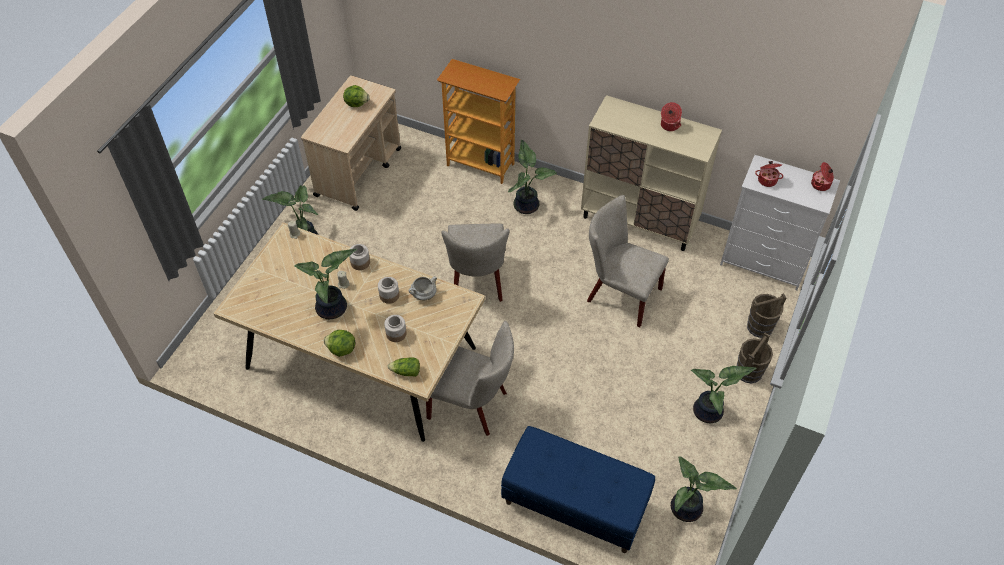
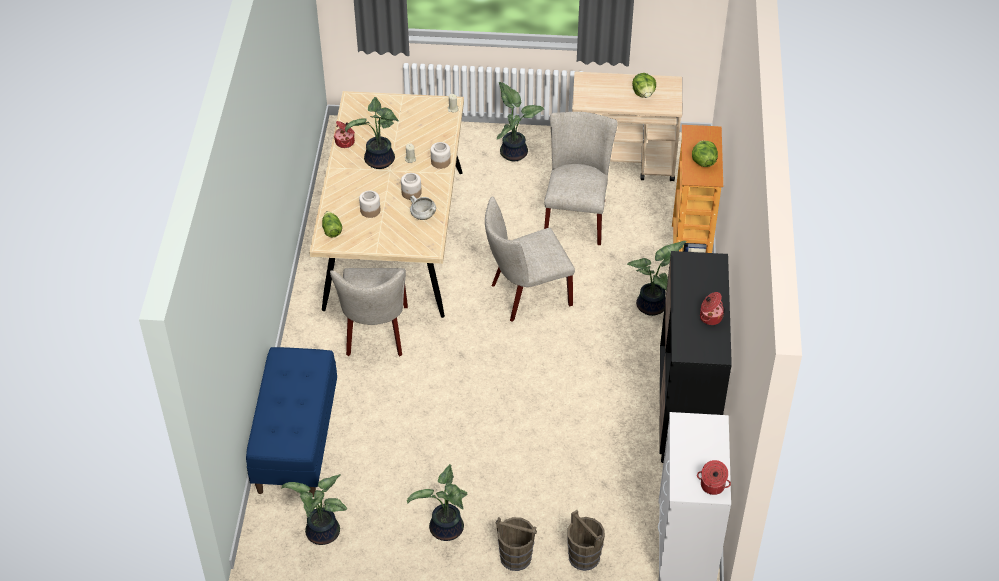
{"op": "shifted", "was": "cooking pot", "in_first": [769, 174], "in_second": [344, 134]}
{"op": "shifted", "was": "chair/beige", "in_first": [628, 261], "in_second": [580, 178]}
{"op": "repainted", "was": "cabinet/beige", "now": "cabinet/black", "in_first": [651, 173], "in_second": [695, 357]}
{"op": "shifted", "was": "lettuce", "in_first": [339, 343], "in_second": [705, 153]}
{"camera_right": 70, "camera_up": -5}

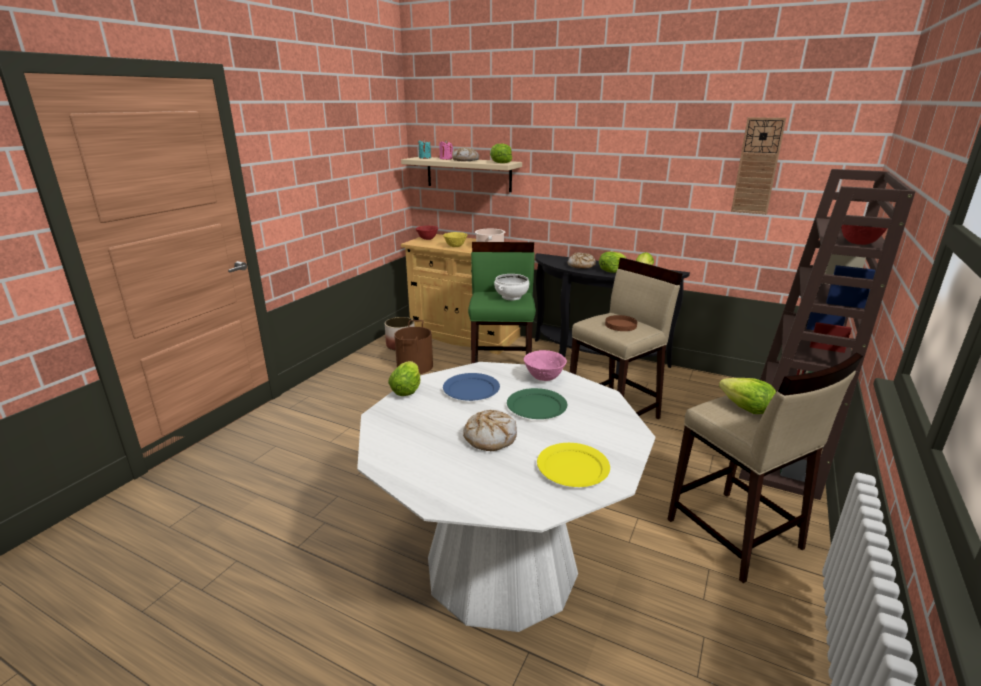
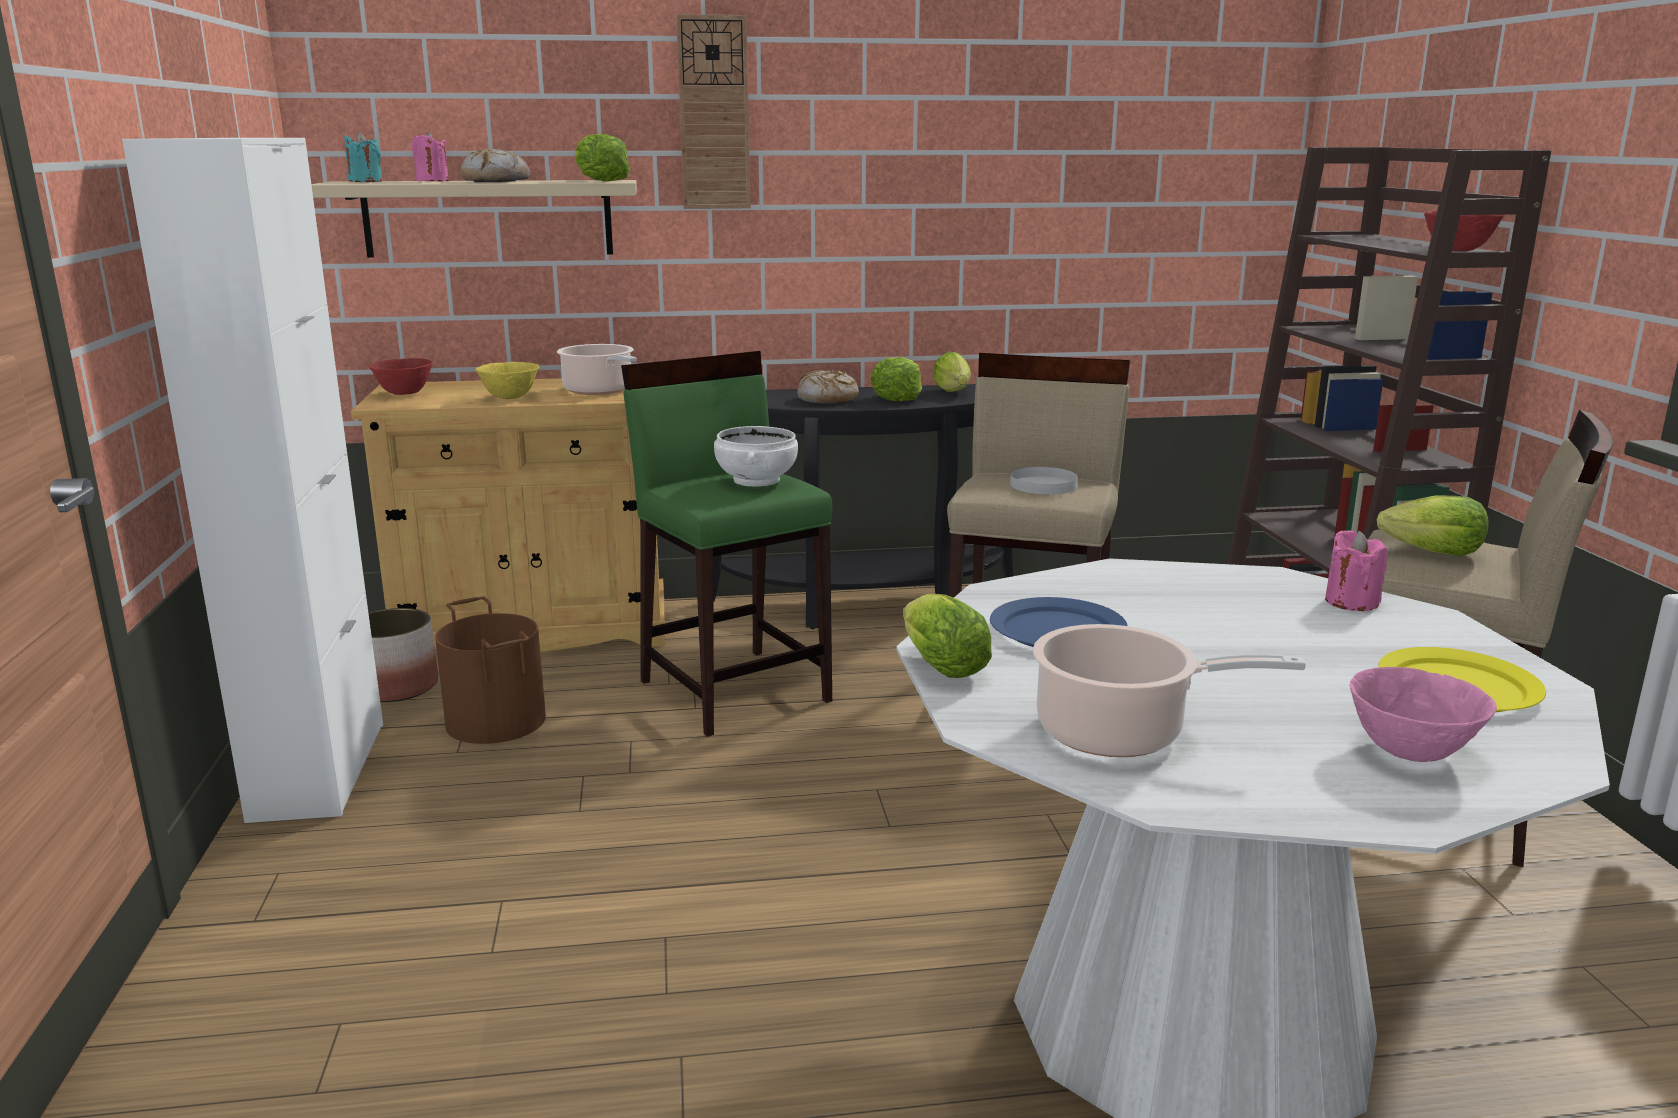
{"op": "new", "now": "cabinet/white", "in_second": [252, 480]}
{"op": "shifted", "was": "wall clock", "in_first": [758, 165], "in_second": [713, 111]}
{"op": "repainted", "was": "plate/brown", "now": "plate/white", "in_first": [621, 323], "in_second": [1044, 480]}
{"op": "new", "now": "cooking pot", "in_second": [1169, 690]}
{"op": "new", "now": "candle/pink", "in_second": [1356, 570]}
{"op": "shifted", "was": "bowl/pink", "in_first": [545, 365], "in_second": [1423, 714]}
{"op": "gone", "was": "bread", "in_first": [490, 430]}
{"op": "gone", "was": "plate/green", "in_first": [537, 403]}
{"camera_right": -35, "camera_up": -5}

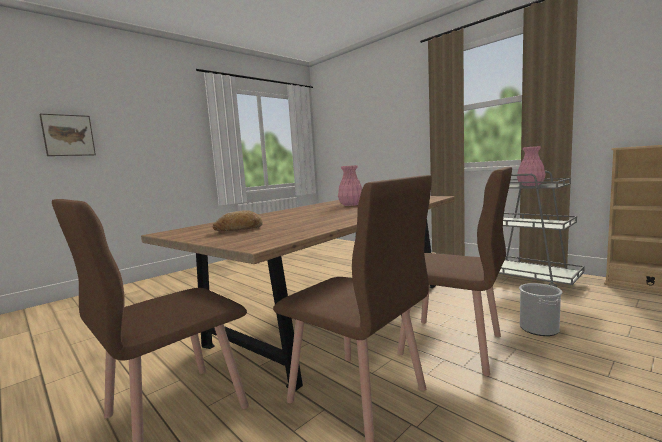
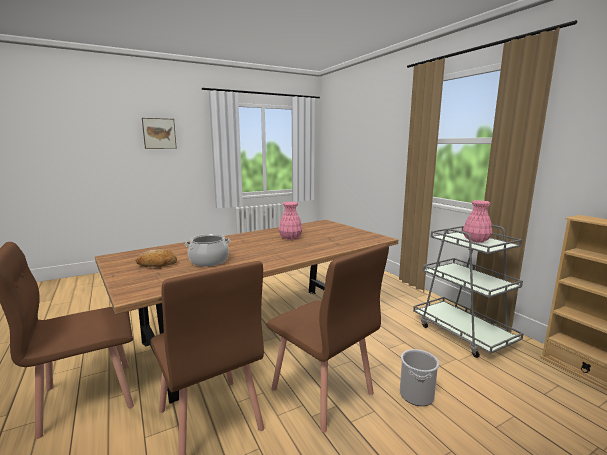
{"op": "shifted", "was": "picture", "in_first": [67, 135], "in_second": [159, 133]}
{"op": "new", "now": "cooking pot", "in_second": [208, 250]}
{"camera_right": 15, "camera_up": 5}

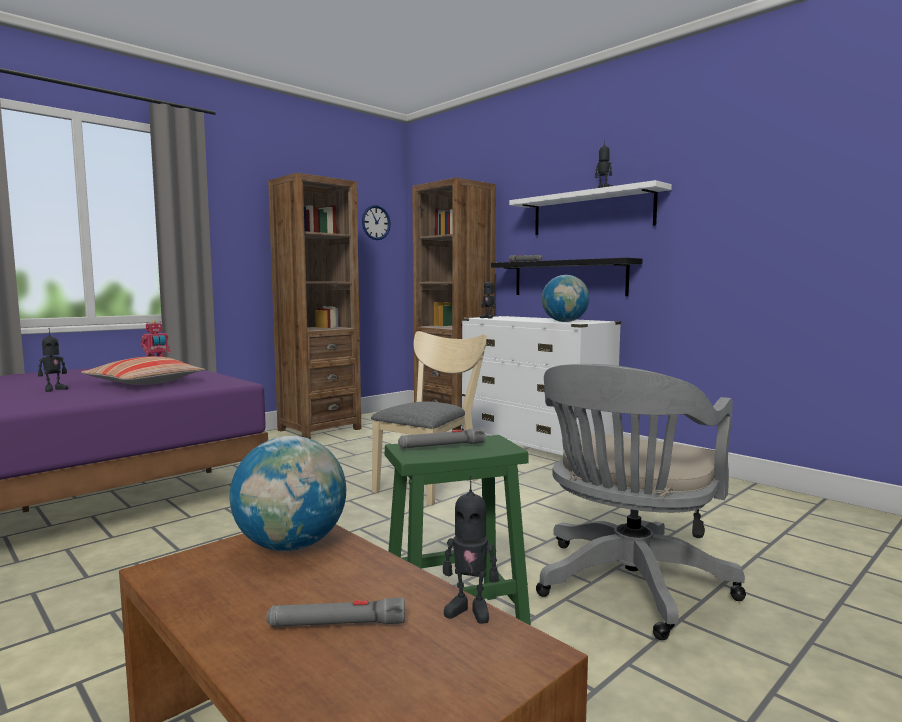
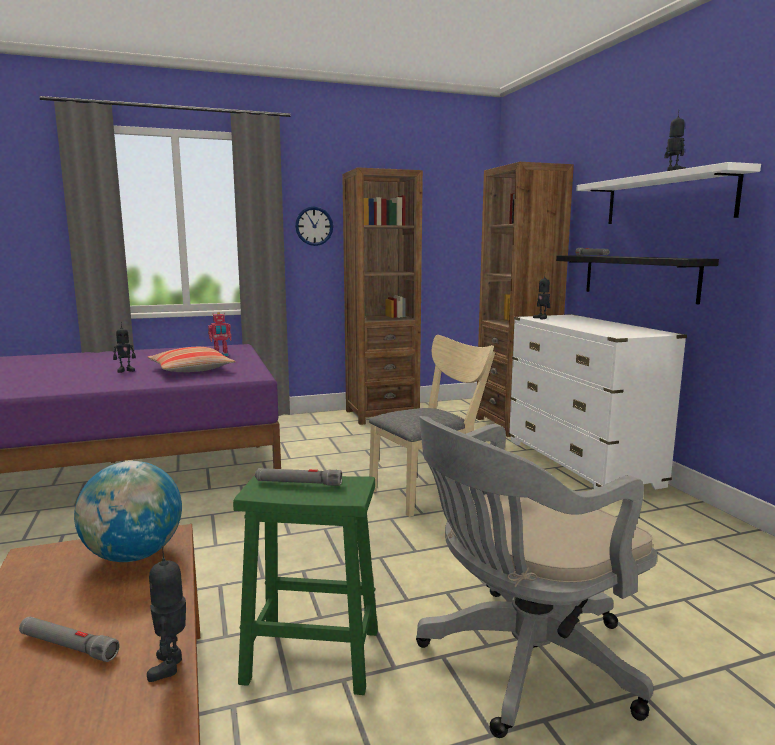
{"op": "rotated", "was": "toy robot", "in_first": [471, 550], "in_second": [166, 614], "clockwise": 45}
{"op": "shifted", "was": "wall clock", "in_first": [376, 222], "in_second": [314, 226]}
{"op": "gone", "was": "globe", "in_first": [565, 298]}
{"camera_right": 25, "camera_up": 5}

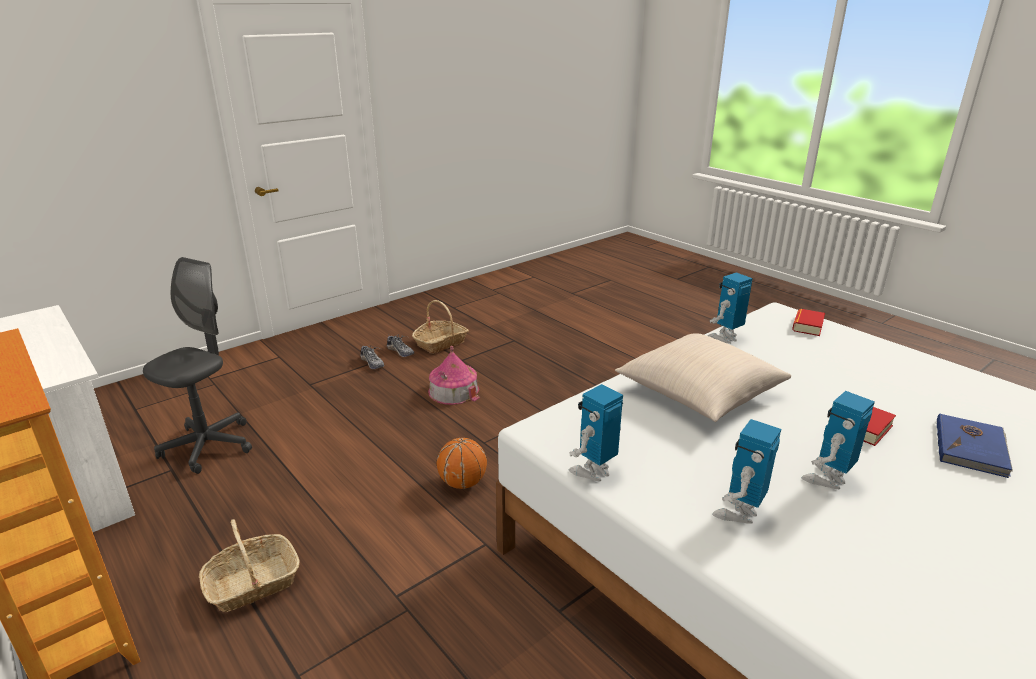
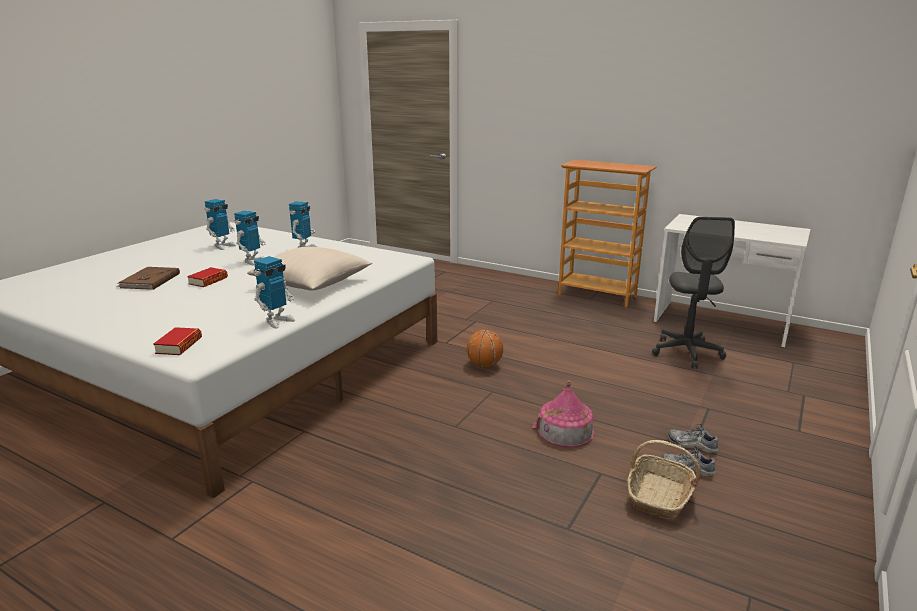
{"op": "repainted", "was": "book/blue", "now": "book/brown", "in_first": [975, 446], "in_second": [148, 278]}
{"op": "shifted", "was": "toy robot", "in_first": [596, 433], "in_second": [220, 224]}
{"op": "gone", "was": "basket", "in_first": [249, 565]}
{"camera_right": 160, "camera_up": -5}

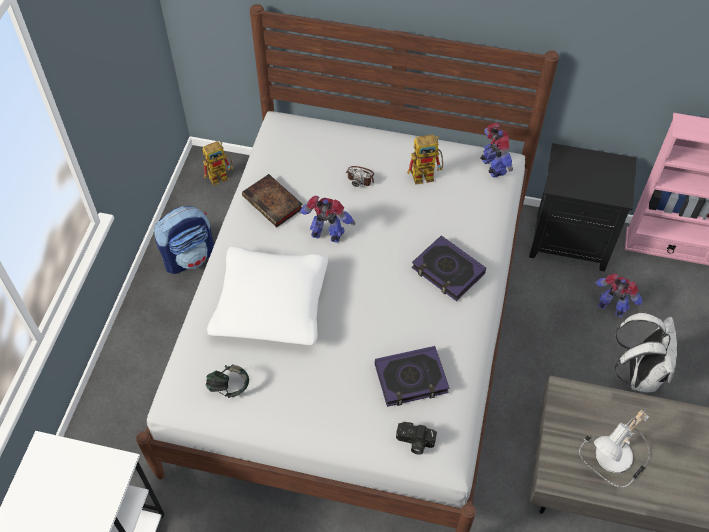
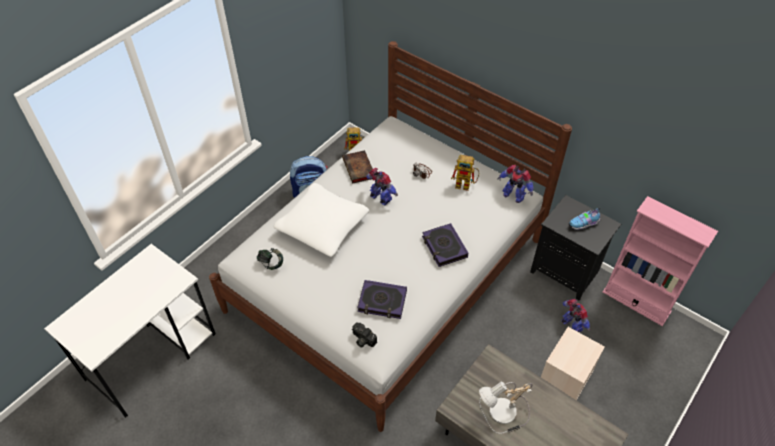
{"op": "rotated", "was": "toy robot", "in_first": [496, 150], "in_second": [516, 184], "clockwise": 120}
{"op": "swapped", "was": "backpack/white", "now": "storage box/beige", "in_first": [646, 352], "in_second": [573, 363]}
{"op": "new", "now": "shoe", "in_second": [585, 219]}
{"camera_right": 25, "camera_up": -5}

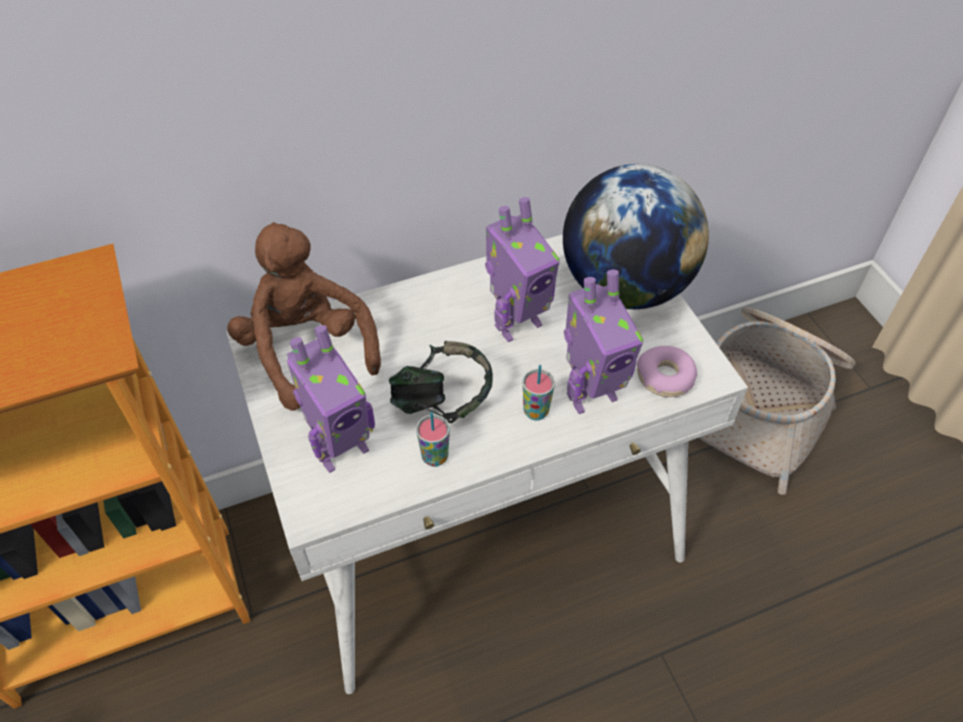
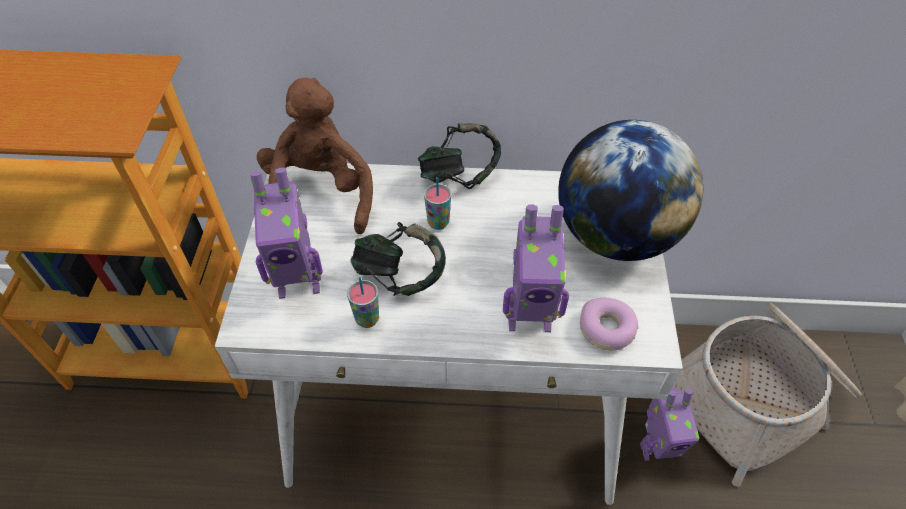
{"op": "new", "now": "headphones", "in_second": [459, 156]}
{"op": "shifted", "was": "cup", "in_first": [538, 392], "in_second": [437, 203]}
{"op": "shifted", "was": "toy robot", "in_first": [522, 269], "in_second": [669, 424]}
{"camera_right": 25, "camera_up": 0}

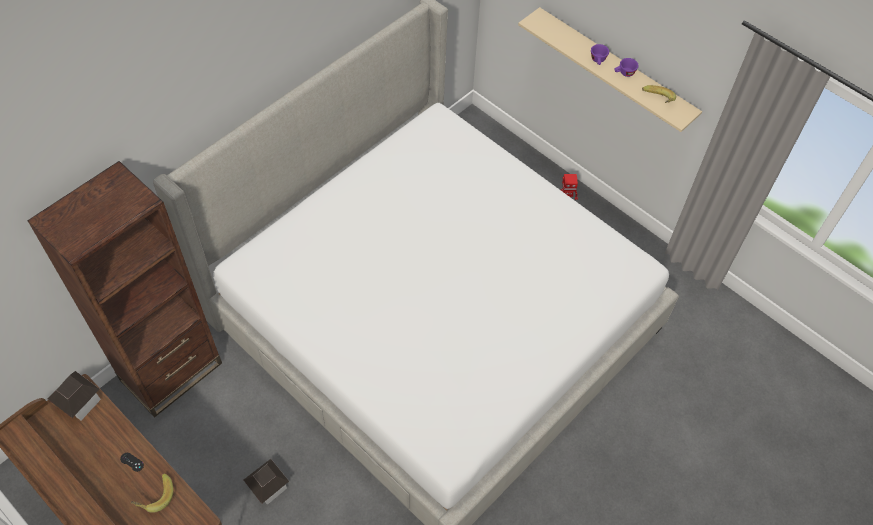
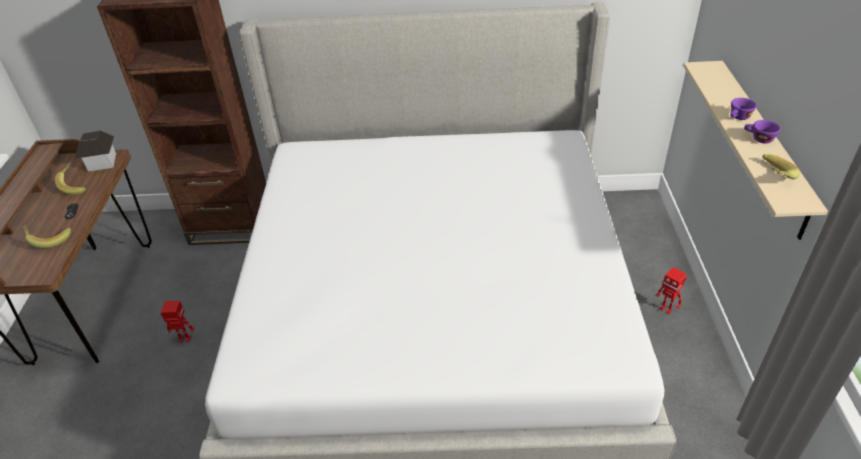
{"op": "new", "now": "banana", "in_second": [70, 178]}
{"op": "swapped", "was": "toy house", "now": "toy robot", "in_first": [266, 482], "in_second": [177, 322]}
{"camera_right": 50, "camera_up": -15}

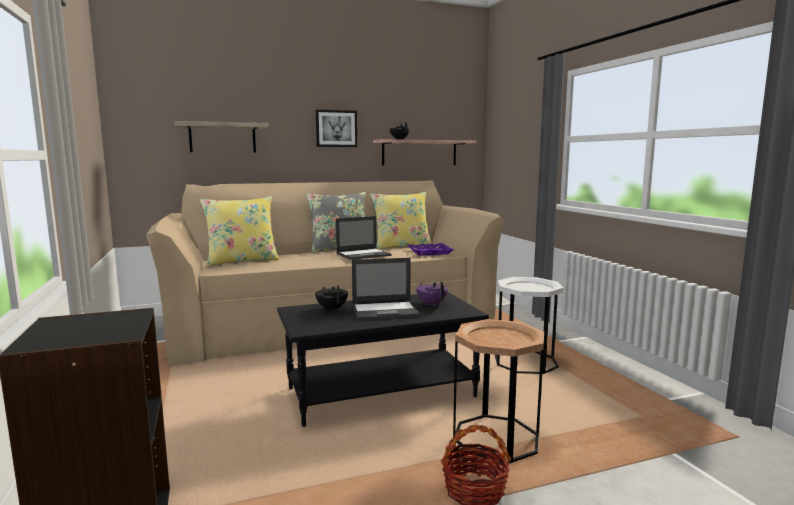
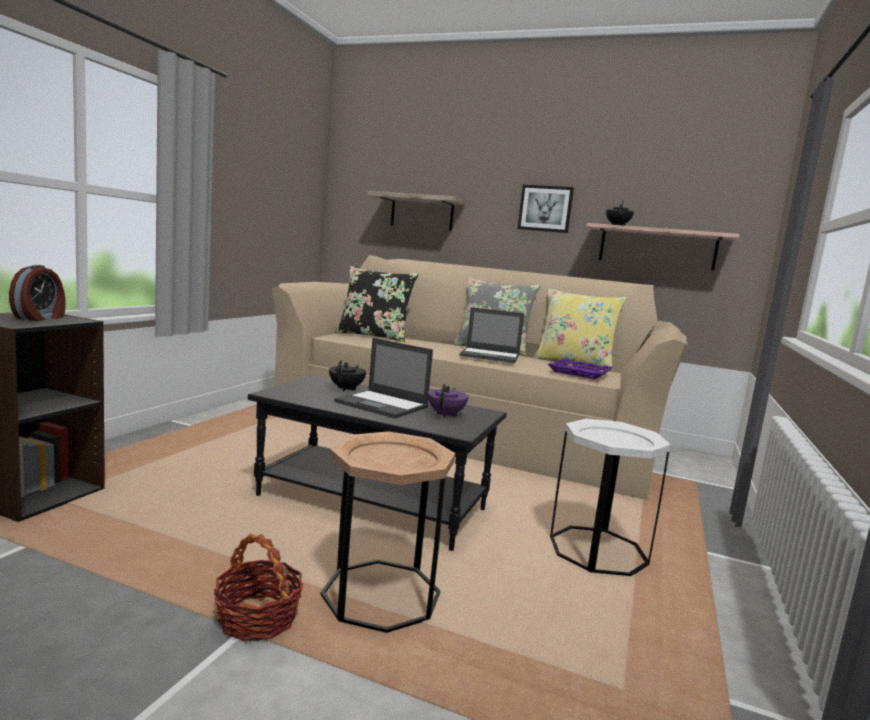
{"op": "new", "now": "alarm clock", "in_second": [37, 293]}
{"op": "repainted", "was": "pillow/yellow", "now": "pillow/black", "in_first": [239, 231], "in_second": [377, 304]}
{"camera_right": 40, "camera_up": 0}

